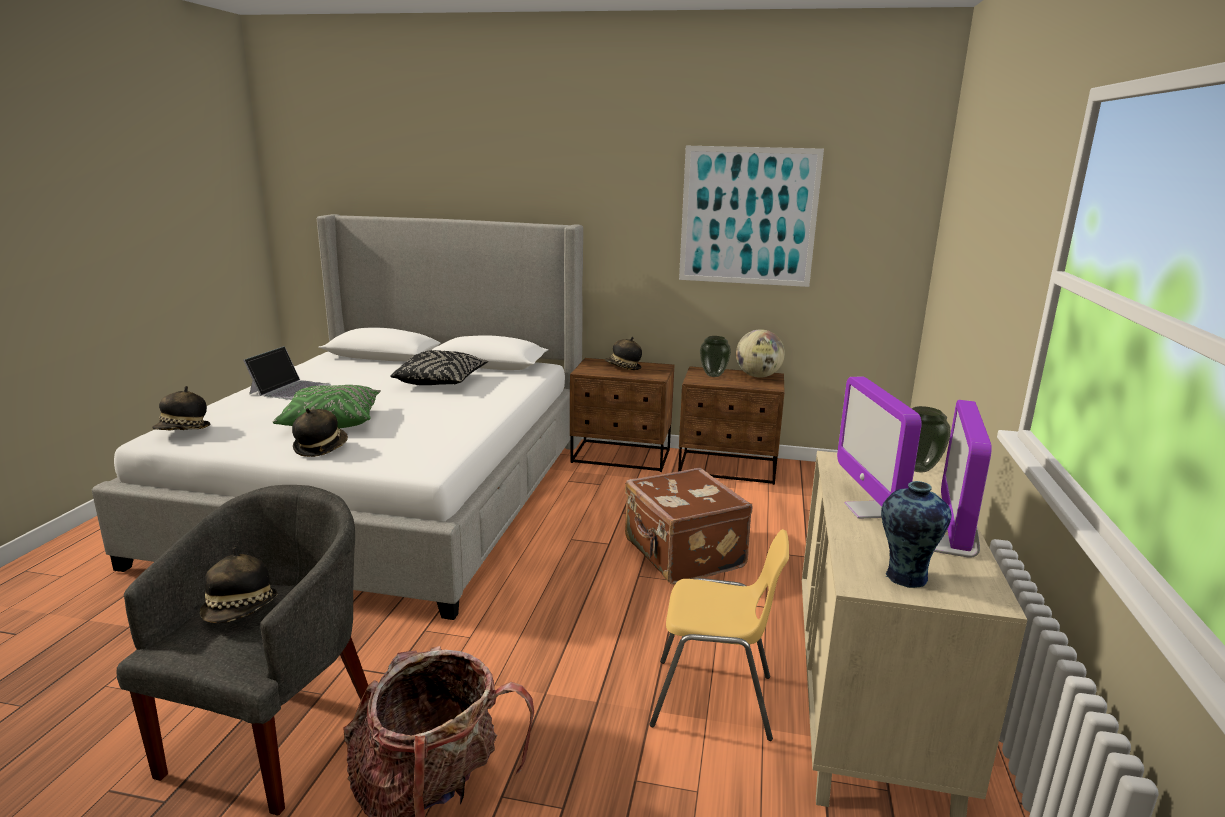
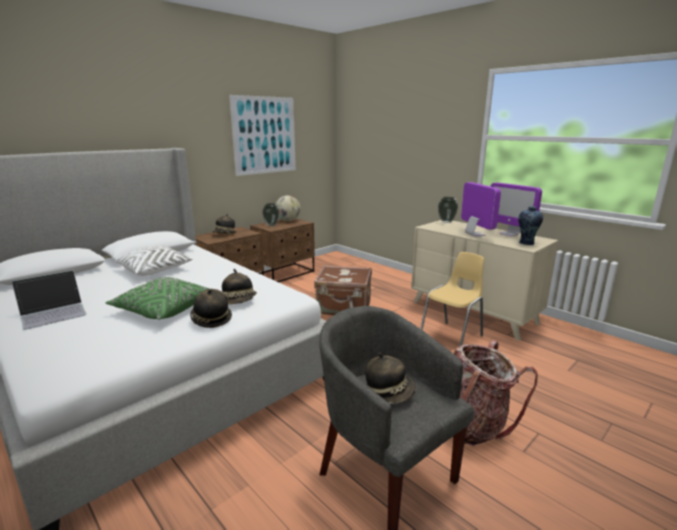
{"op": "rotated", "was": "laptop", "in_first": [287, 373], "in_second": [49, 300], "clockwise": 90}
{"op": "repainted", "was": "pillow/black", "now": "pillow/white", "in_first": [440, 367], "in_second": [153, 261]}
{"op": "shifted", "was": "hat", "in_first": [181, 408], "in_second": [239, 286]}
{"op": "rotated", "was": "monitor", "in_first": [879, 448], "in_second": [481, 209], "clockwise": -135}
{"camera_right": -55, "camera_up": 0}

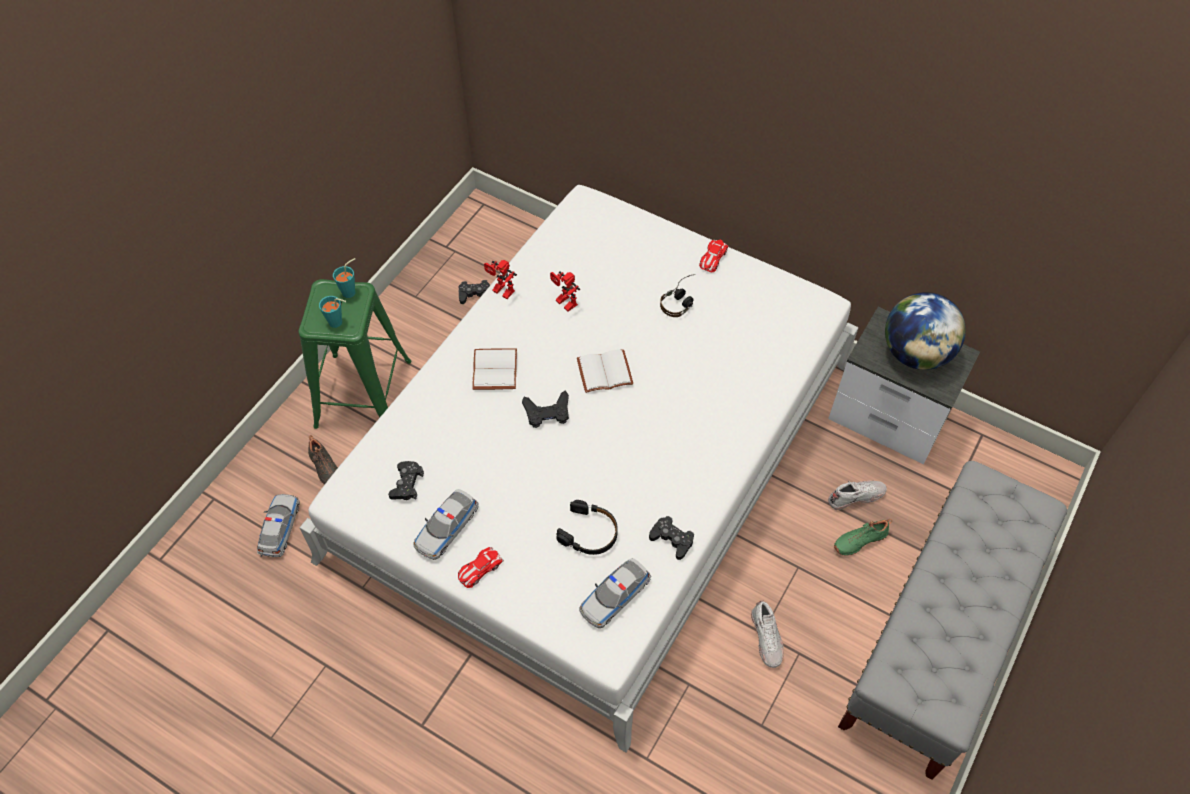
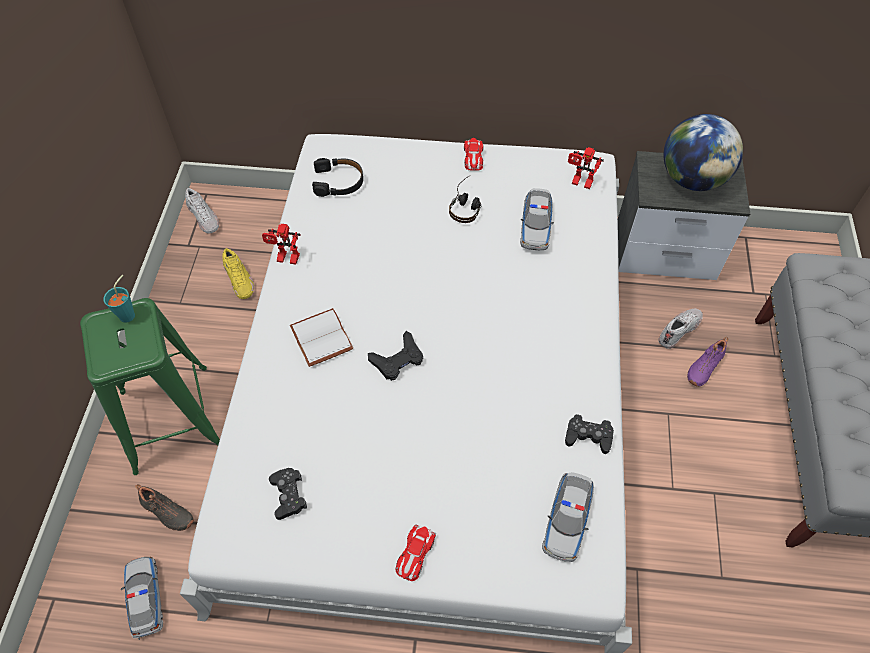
{"op": "shifted", "was": "shoe/white", "in_first": [767, 634], "in_second": [202, 210]}
{"op": "swapped", "was": "game controller/black", "now": "shoe/yellow", "in_first": [474, 292], "in_second": [238, 273]}
{"op": "shifted", "was": "headphones/black", "in_first": [587, 527], "in_second": [337, 177]}
{"op": "shifted", "was": "toy car", "in_first": [446, 524], "in_second": [537, 219]}
{"op": "shifted", "was": "toy robot", "in_first": [565, 291], "in_second": [586, 168]}
{"op": "repainted", "was": "shoe/green", "now": "shoe/purple", "in_first": [863, 537], "in_second": [707, 362]}
{"op": "gone", "was": "cup/turquoise", "in_first": [332, 312]}
{"op": "gone", "was": "book/white", "in_first": [605, 371]}
{"camera_right": -25, "camera_up": 0}

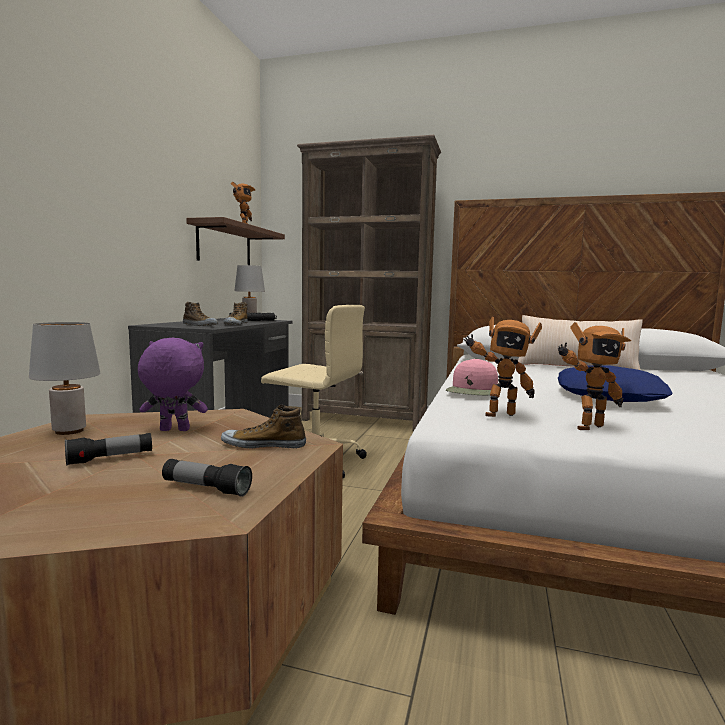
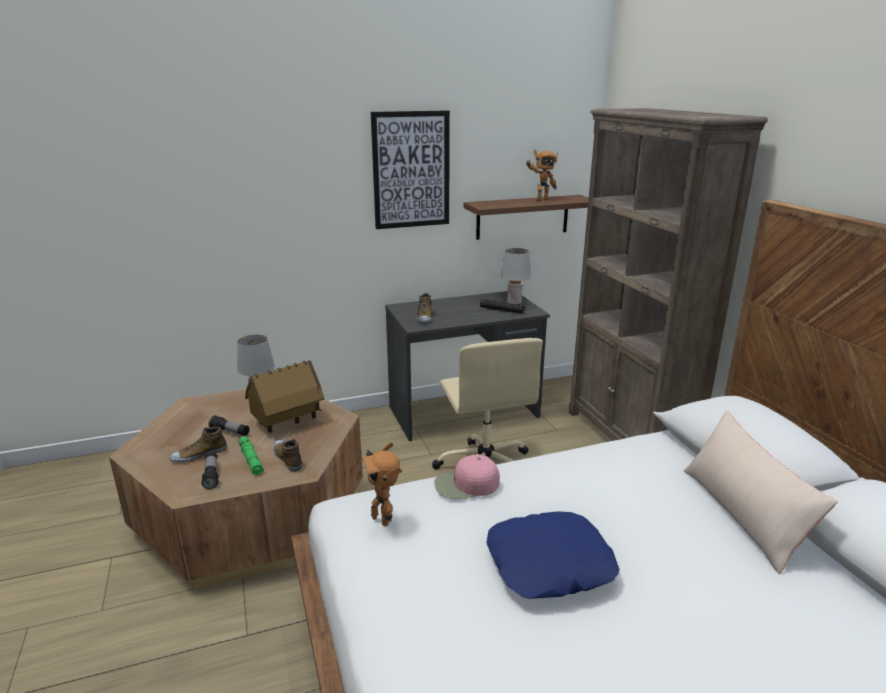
{"op": "shifted", "was": "shoe", "in_first": [235, 313], "in_second": [198, 445]}
{"op": "new", "now": "flashlight/green", "in_second": [251, 455]}
{"op": "swapped", "was": "plush toy/purple", "now": "toy house", "in_first": [173, 384], "in_second": [284, 396]}
{"op": "new", "now": "picture", "in_second": [410, 169]}
{"op": "gone", "was": "toy robot", "in_first": [594, 376]}
{"camera_right": 55, "camera_up": 15}

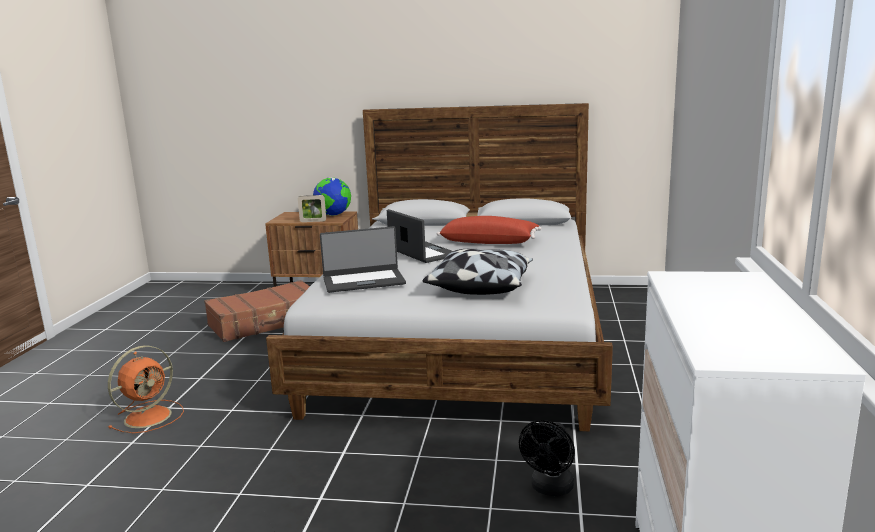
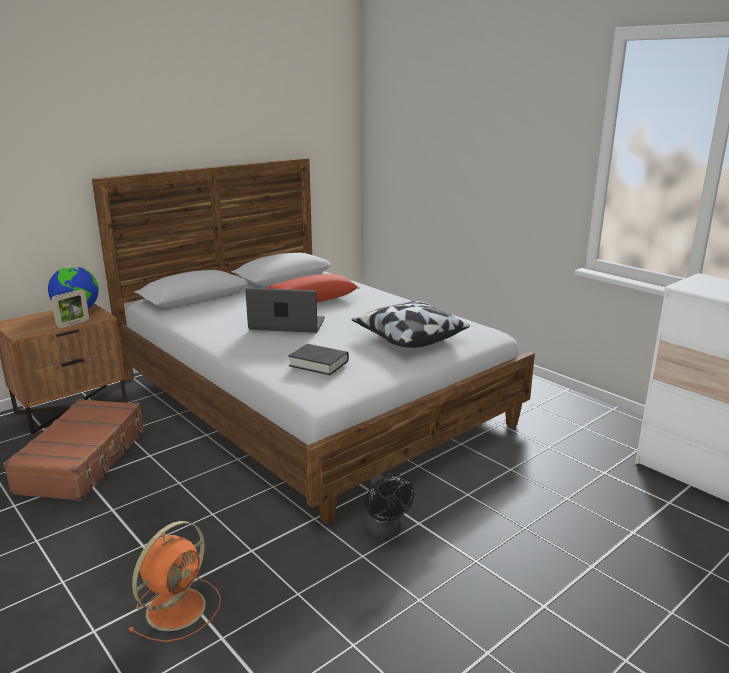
{"op": "rotated", "was": "fan/orange", "in_first": [146, 389], "in_second": [174, 581], "clockwise": 45}
{"op": "swapped", "was": "laptop", "now": "book/black", "in_first": [363, 259], "in_second": [318, 359]}
{"op": "shifted", "was": "fan/black", "in_first": [547, 458], "in_second": [388, 507]}
{"camera_right": -50, "camera_up": 5}

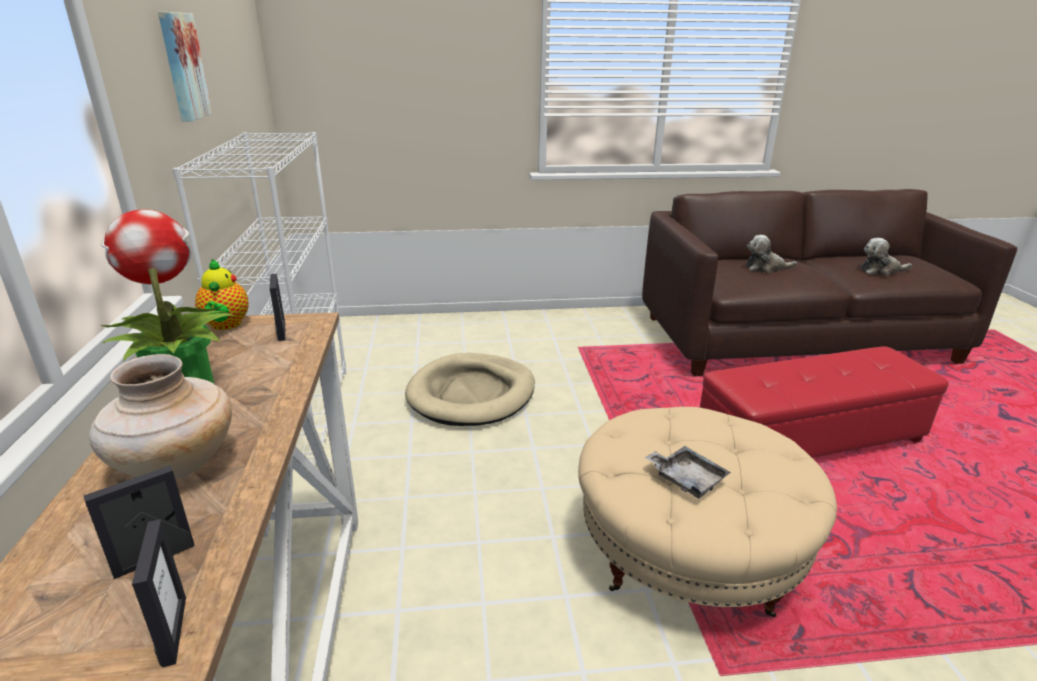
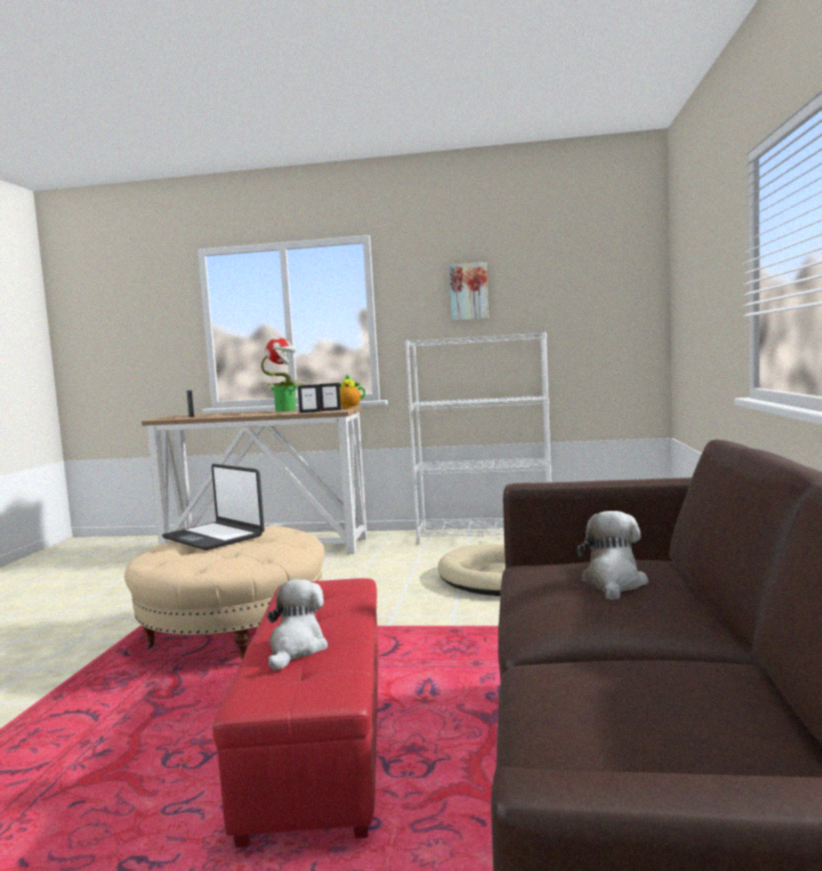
{"op": "swapped", "was": "tray/grey", "now": "laptop", "in_first": [688, 472], "in_second": [213, 507]}
{"op": "shifted", "was": "plush toy", "in_first": [886, 257], "in_second": [297, 625]}
{"op": "shifted", "was": "picture frame", "in_first": [159, 593], "in_second": [309, 398]}
{"op": "gone", "was": "vase/beige", "in_first": [160, 416]}
{"camera_right": 105, "camera_up": -20}

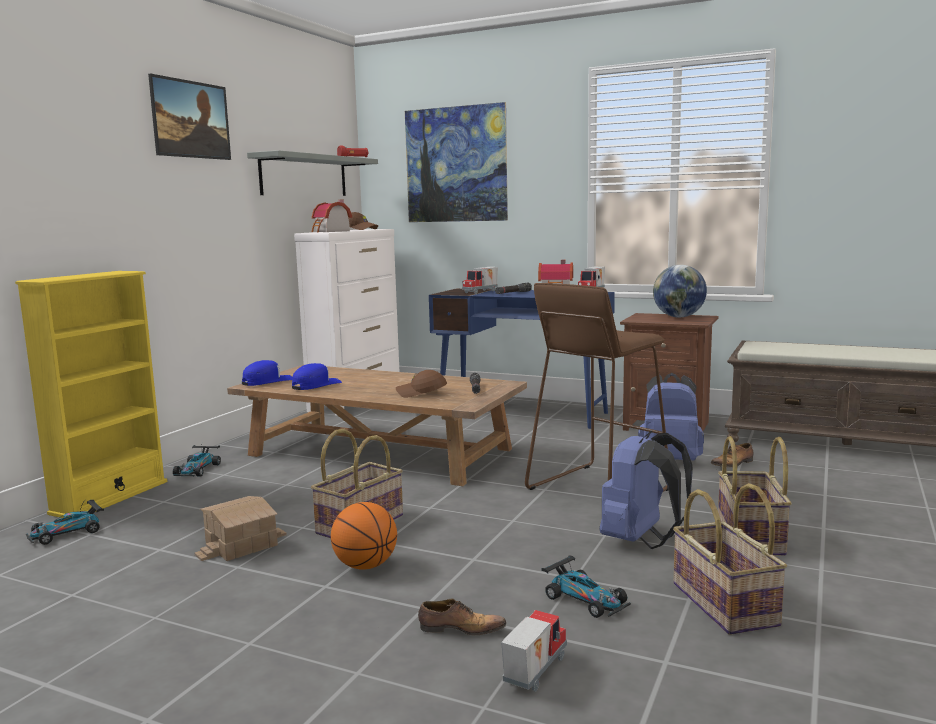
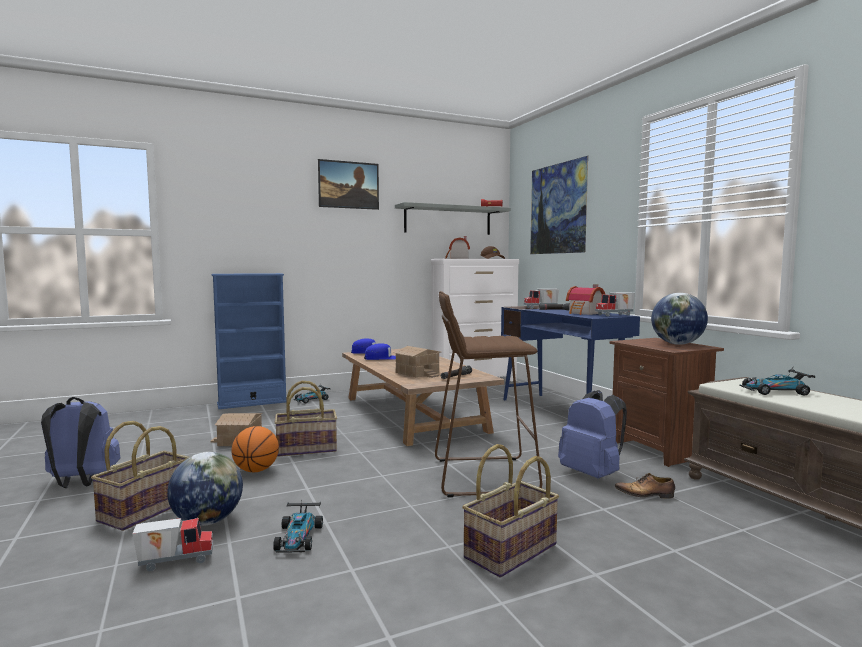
{"op": "shifted", "was": "backpack/blue", "in_first": [646, 489], "in_second": [80, 442]}
{"op": "shifted", "was": "basket", "in_first": [730, 559], "in_second": [140, 476]}
{"op": "swapped", "was": "shoe", "now": "globe", "in_first": [462, 617], "in_second": [205, 489]}
{"op": "repainted", "was": "bookcase/yellow", "now": "bookcase/blue", "in_first": [91, 394], "in_second": [249, 341]}
{"op": "swapped", "was": "cap/brown", "now": "toy house", "in_first": [421, 384], "in_second": [416, 362]}
{"op": "shifted", "was": "toy car", "in_first": [65, 522], "in_second": [777, 382]}
{"camera_right": 40, "camera_up": -5}

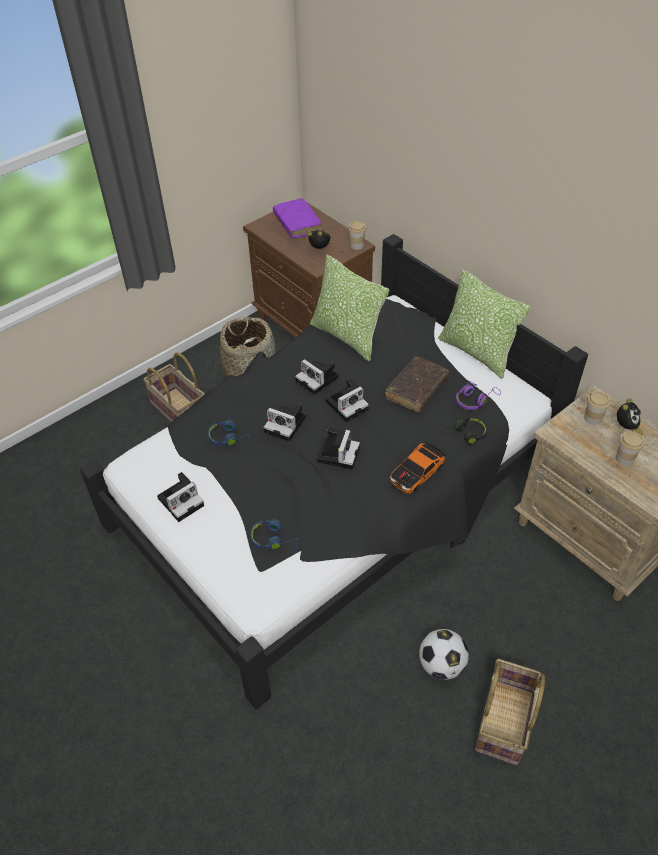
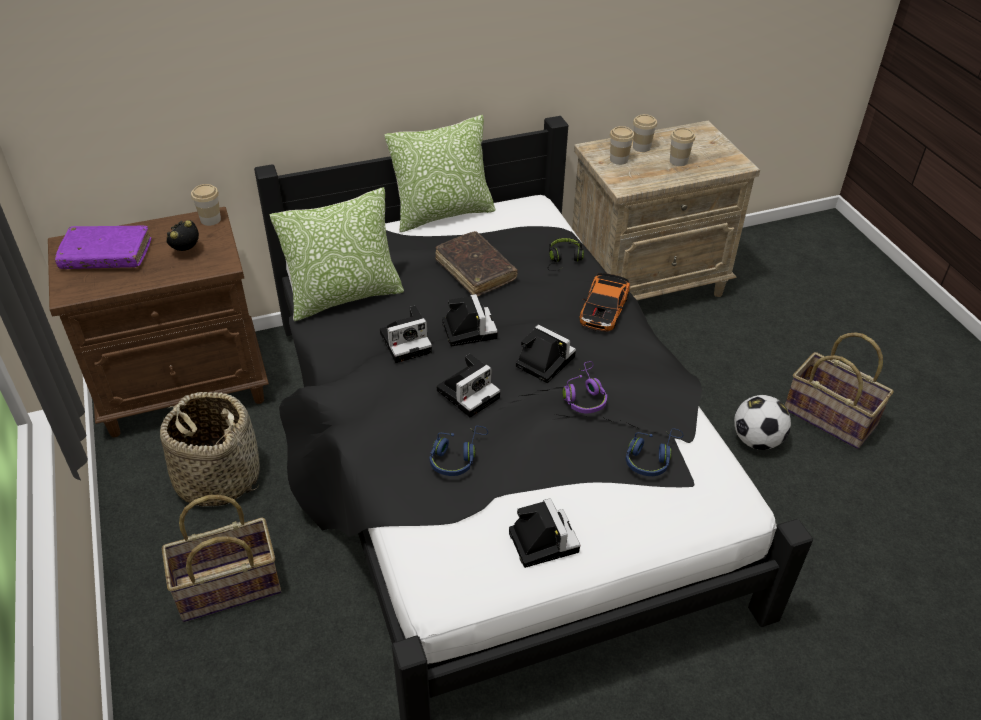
{"op": "shifted", "was": "headphones/purple", "in_first": [478, 395], "in_second": [585, 387]}
{"op": "rotated", "was": "toy car", "in_first": [417, 468], "in_second": [604, 302], "clockwise": 45}
{"op": "swapped", "was": "alarm clock", "now": "cup", "in_first": [630, 416], "in_second": [645, 133]}
{"camera_right": -70, "camera_up": -5}

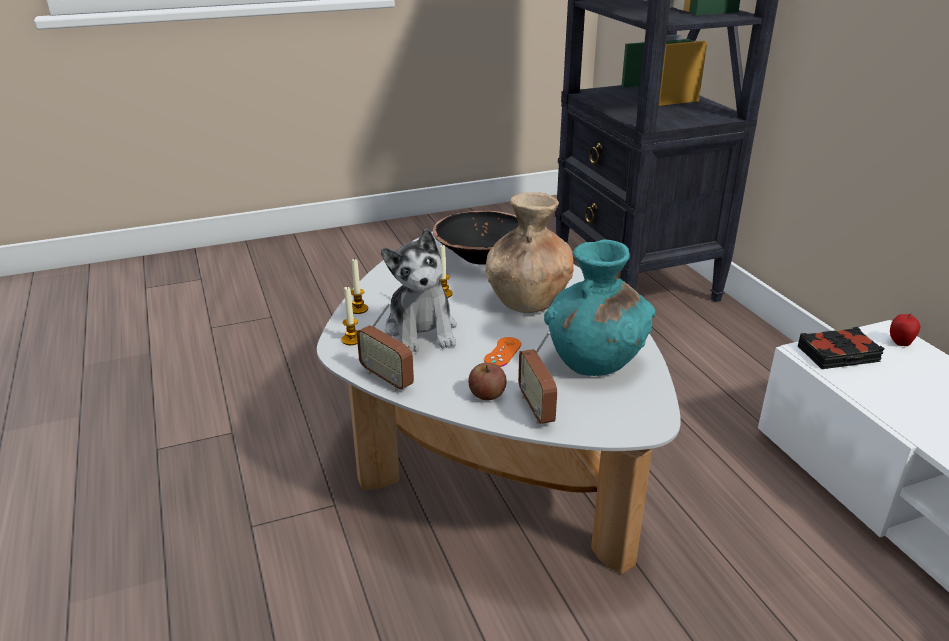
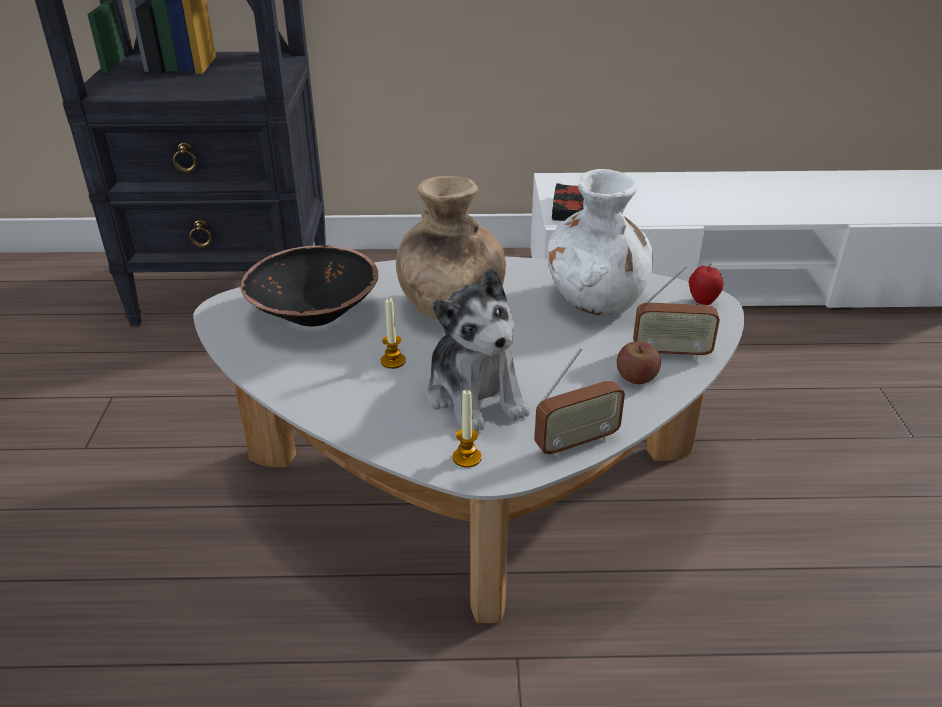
{"op": "rotated", "was": "plush toy", "in_first": [419, 291], "in_second": [478, 349], "clockwise": 60}
{"op": "repainted", "was": "vase/turquoise", "now": "vase/white", "in_first": [599, 308], "in_second": [600, 242]}
{"op": "shifted", "was": "apple", "in_first": [905, 329], "in_second": [706, 284]}
{"op": "gone", "was": "candle", "in_first": [359, 286]}
{"op": "gone", "was": "game controller/orange", "in_first": [502, 352]}
{"camera_right": -70, "camera_up": 5}

